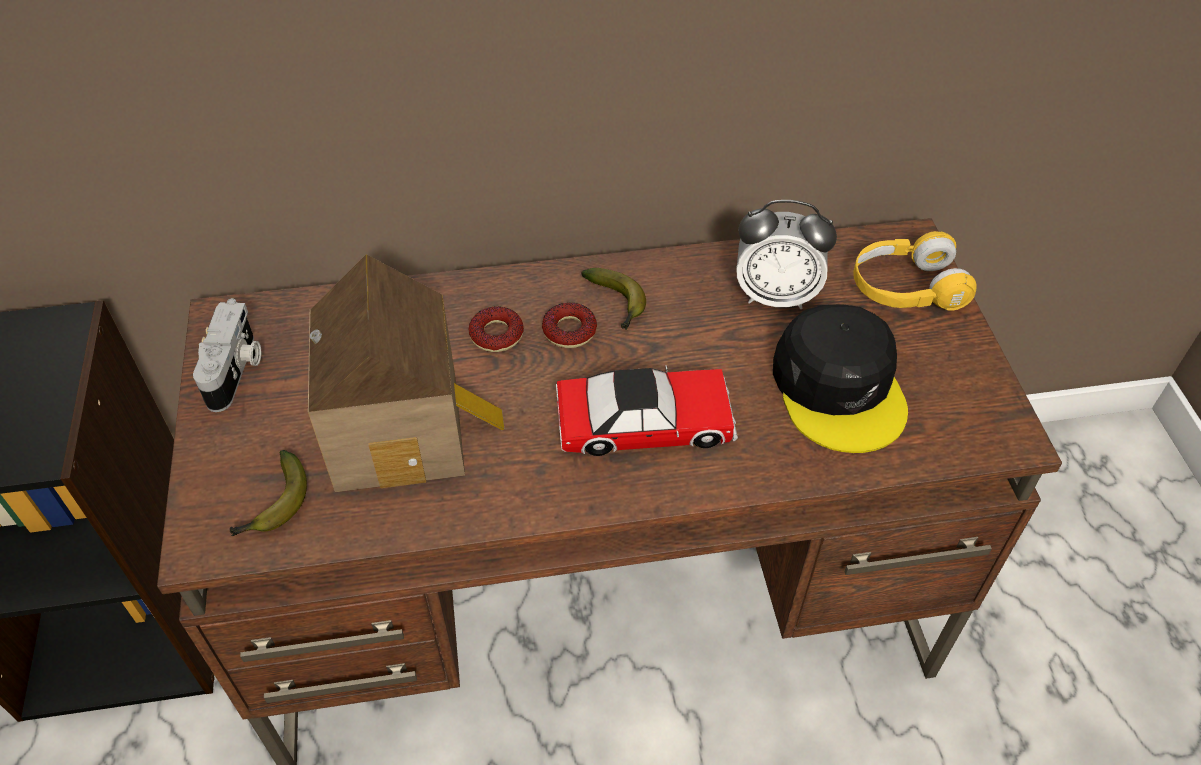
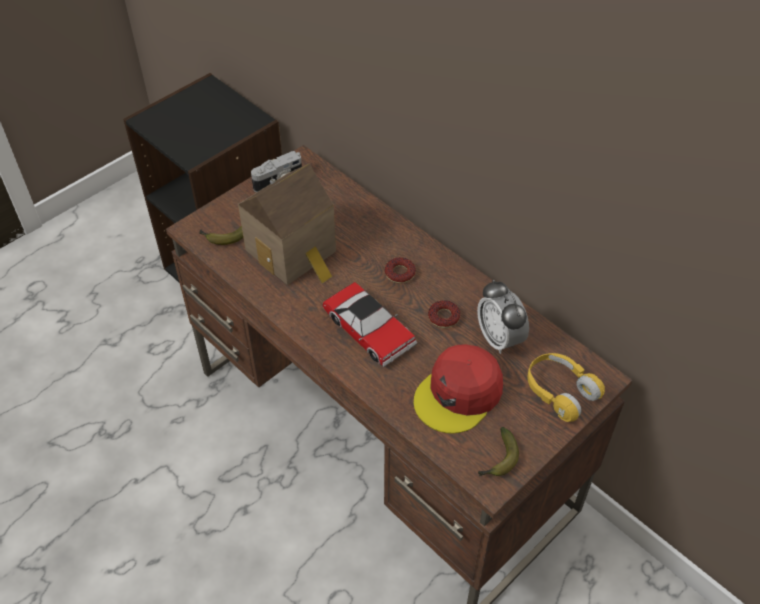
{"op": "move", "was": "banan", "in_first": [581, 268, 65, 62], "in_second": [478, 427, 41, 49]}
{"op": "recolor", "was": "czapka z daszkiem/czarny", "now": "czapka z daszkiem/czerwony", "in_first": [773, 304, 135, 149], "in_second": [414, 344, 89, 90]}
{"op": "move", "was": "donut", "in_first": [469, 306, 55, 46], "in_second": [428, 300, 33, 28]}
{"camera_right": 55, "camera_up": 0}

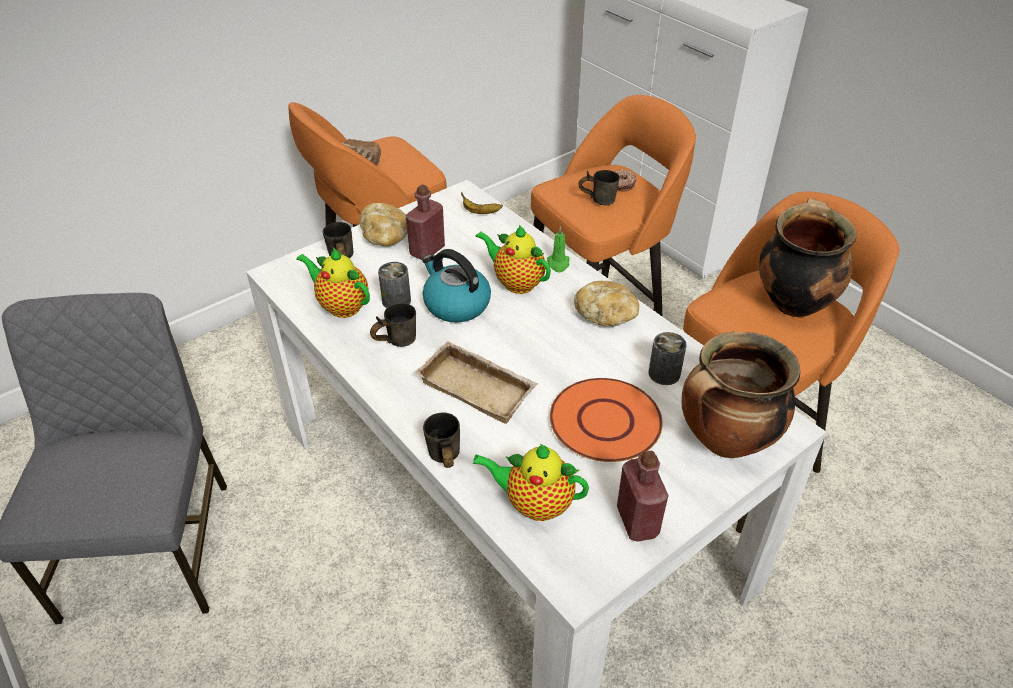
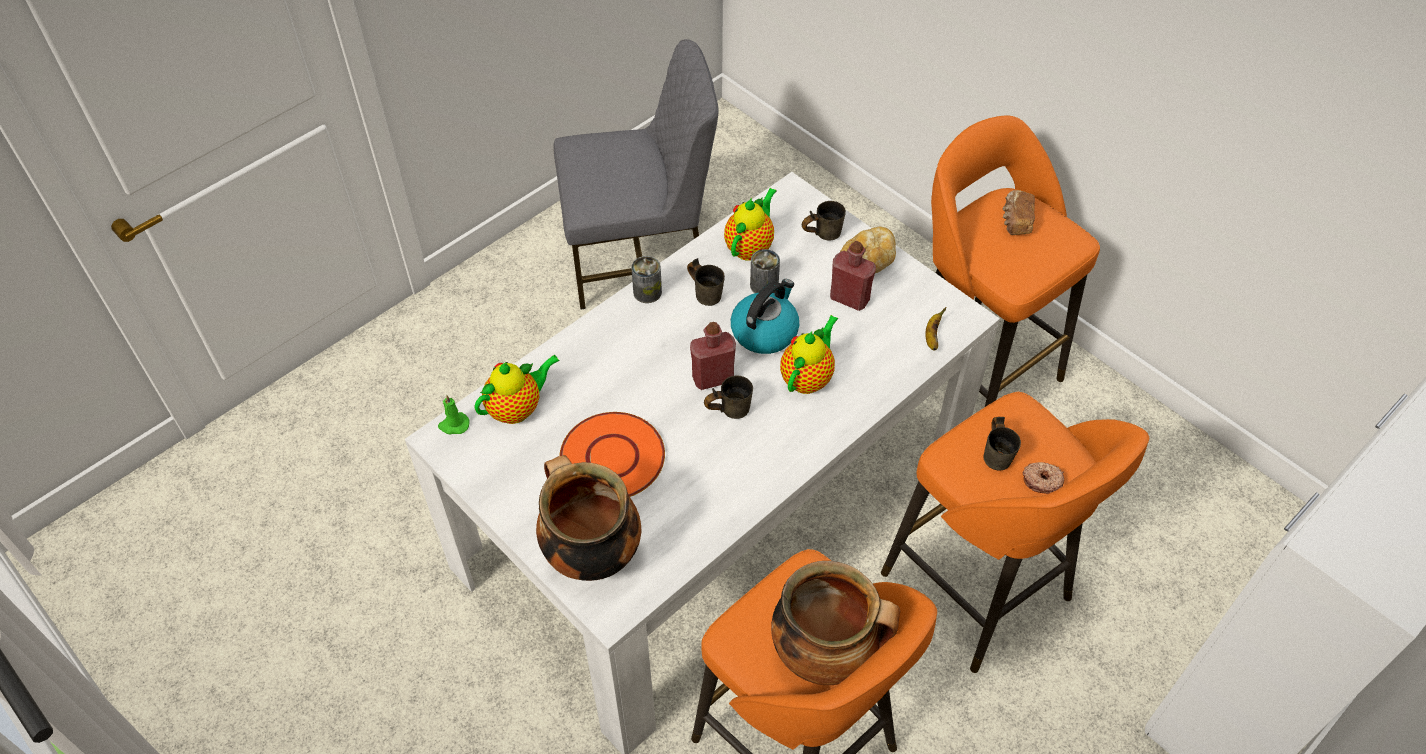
{"op": "move", "was": "świeca/zielony", "in_first": [547, 226, 23, 46], "in_second": [438, 395, 31, 40]}
{"op": "delete", "was": "chleb", "in_first": [574, 281, 65, 46]}
{"op": "move", "was": "puszka", "in_first": [648, 332, 38, 53], "in_second": [631, 256, 31, 47]}
{"op": "delete", "was": "taca/beżowy", "in_first": [415, 341, 123, 83]}
{"op": "move", "was": "kubek/szary", "in_first": [423, 412, 37, 56], "in_second": [704, 375, 49, 44]}
{"op": "rotate", "was": "imbryk", "in_first": [472, 444, 117, 77], "in_second": [474, 354, 86, 70], "clockwise": 45}
{"op": "move", "was": "butelka/czerwony", "in_first": [617, 451, 52, 91], "in_second": [690, 322, 46, 68]}
{"camera_right": 85, "camera_up": 10}

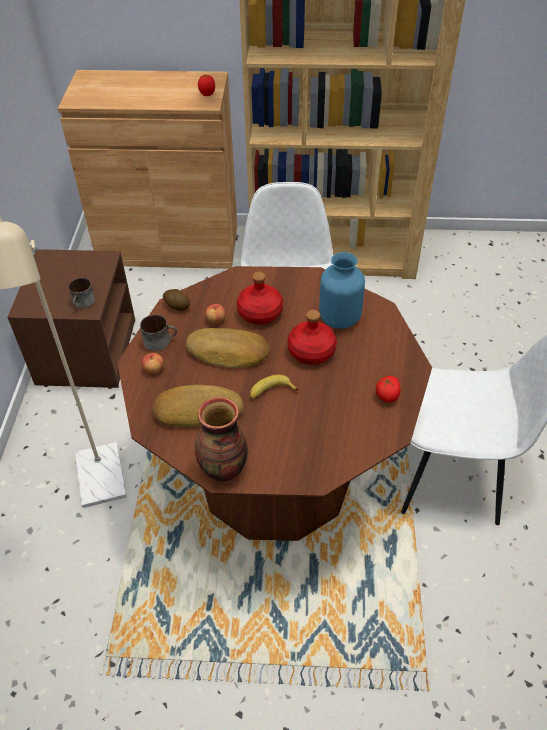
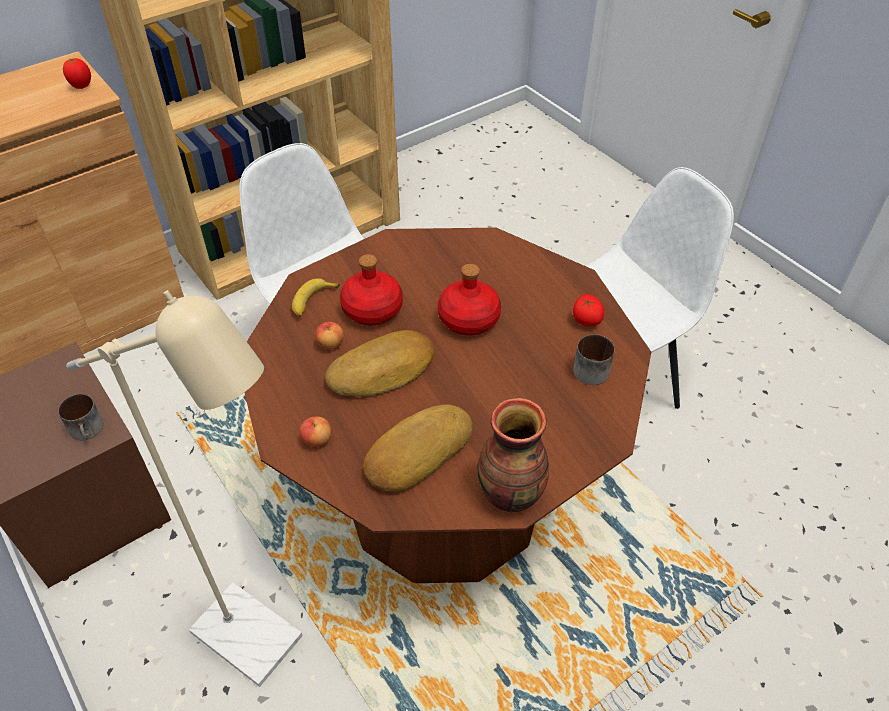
{"op": "delete", "was": "wazon/niebieski", "in_first": [319, 252, 46, 77]}
{"op": "delete", "was": "ziemniak", "in_first": [163, 289, 27, 22]}
{"op": "move", "was": "kubek", "in_first": [140, 315, 37, 36], "in_second": [573, 334, 42, 51]}
{"op": "move", "was": "banan", "in_first": [250, 375, 49, 24], "in_second": [292, 278, 48, 40]}
{"camera_right": -40, "camera_up": 0}

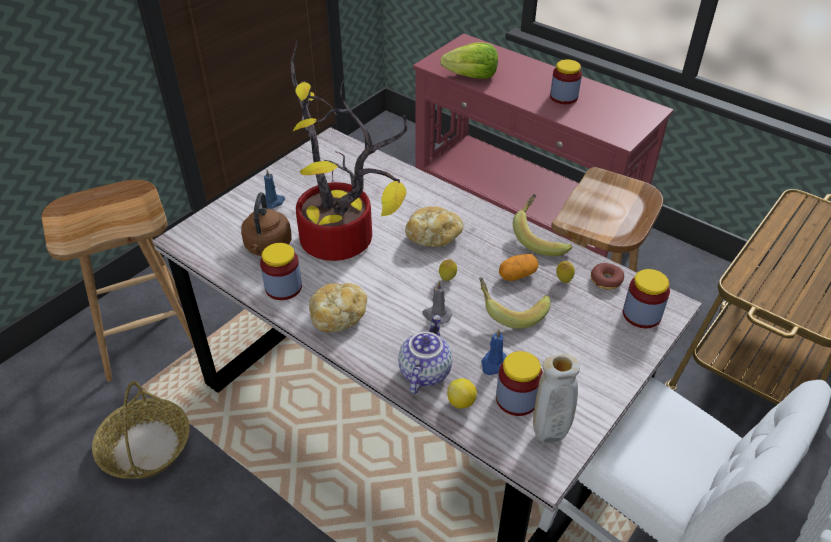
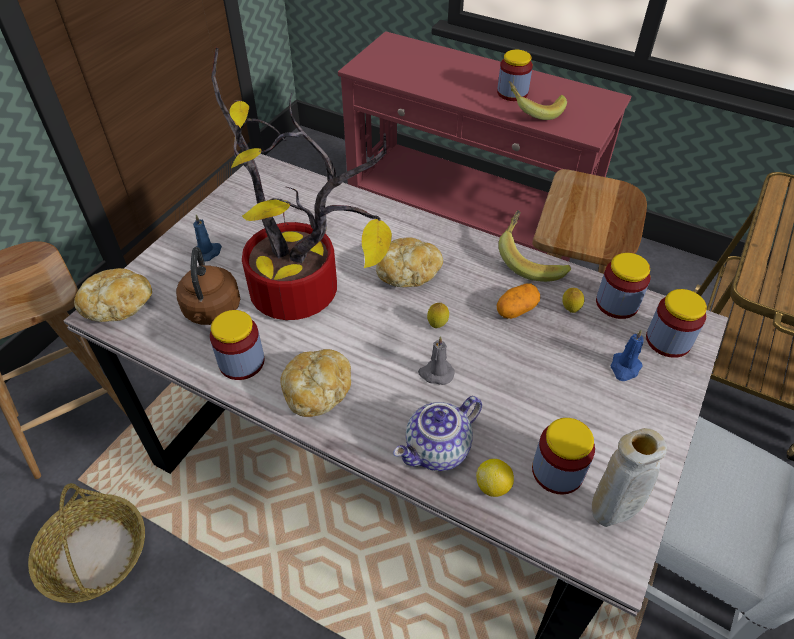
{"op": "delete", "was": "sałata", "in_first": [440, 42, 58, 37]}
{"op": "replace", "was": "donut", "now": "słoik", "in_first": [591, 263, 33, 26], "in_second": [596, 253, 55, 66]}
{"op": "move", "was": "banan", "in_first": [479, 277, 72, 52], "in_second": [508, 81, 59, 39]}
{"op": "rotate", "was": "imbryk", "in_first": [398, 315, 54, 79], "in_second": [393, 396, 89, 75], "clockwise": -135}
{"op": "move", "was": "świeca/niebieski", "in_first": [481, 329, 26, 46], "in_second": [611, 330, 33, 51]}
{"op": "insert", "now": "chleb", "in_second": [74, 268, 78, 54]}
{"camera_right": -10, "camera_up": 5}

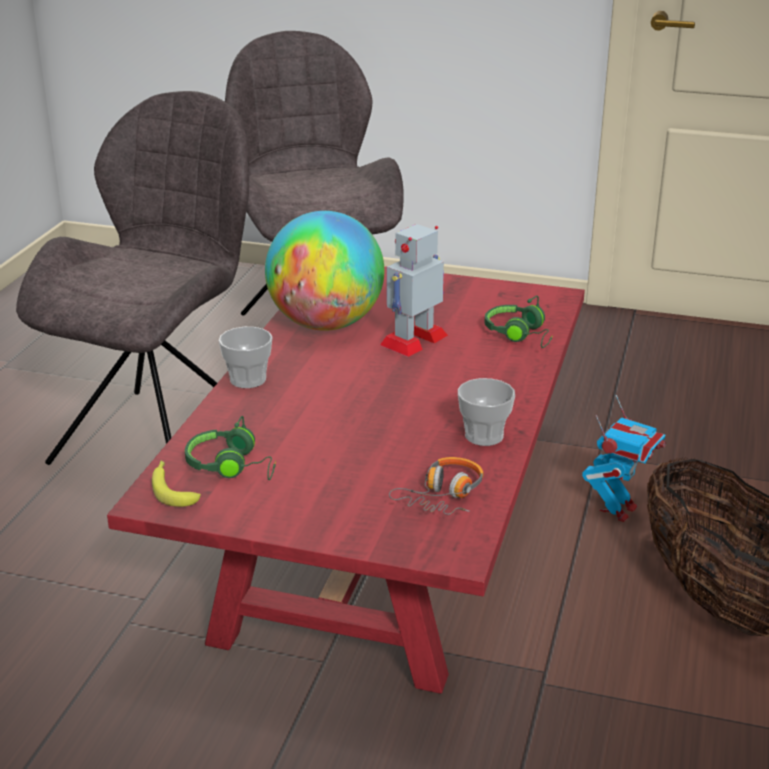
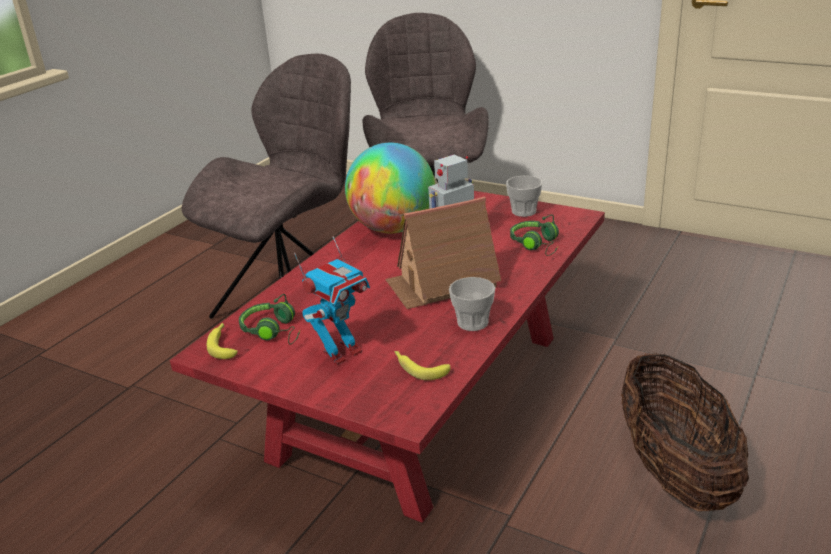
{"op": "move", "was": "filiżanka", "in_first": [219, 327, 53, 61], "in_second": [506, 176, 37, 41]}
{"op": "move", "was": "robot zabawkowy", "in_first": [582, 395, 84, 127], "in_second": [294, 236, 76, 129]}
{"op": "replace", "was": "słuchawki", "now": "banan", "in_first": [389, 457, 95, 58], "in_second": [394, 351, 57, 29]}
{"op": "insert", "now": "domek", "in_second": [385, 197, 116, 112]}
{"camera_right": 15, "camera_up": 0}

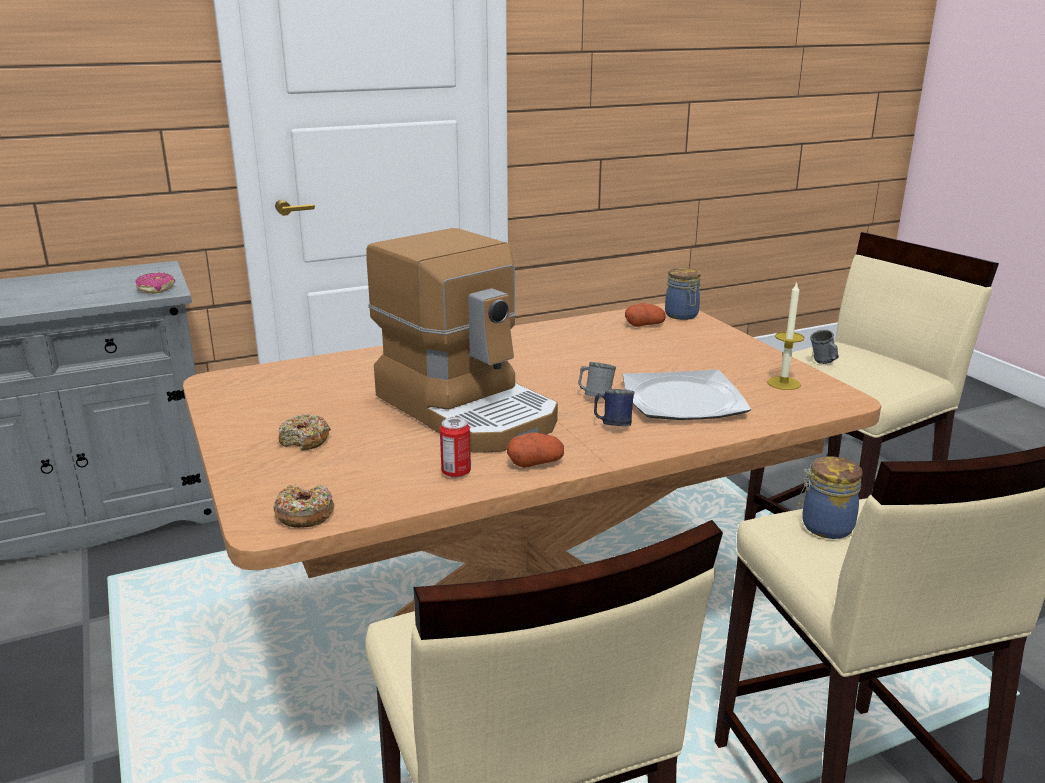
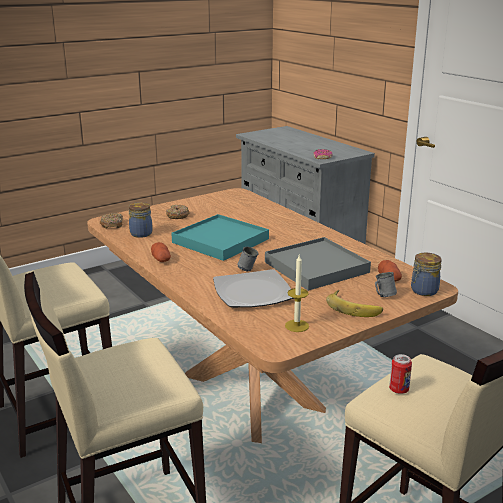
{"op": "replace", "was": "ekspres do kawy", "now": "taca/turkusowy", "in_first": [366, 228, 192, 225], "in_second": [171, 214, 98, 47]}
{"op": "move", "was": "kubek/szary", "in_first": [810, 330, 29, 34], "in_second": [375, 272, 22, 25]}
{"op": "delete", "was": "kubek/niebieski", "in_first": [594, 389, 40, 37]}
{"op": "move", "was": "puszka", "in_first": [440, 417, 31, 61], "in_second": [389, 354, 23, 40]}
{"op": "move", "was": "słoik", "in_first": [798, 456, 65, 83], "in_second": [129, 202, 24, 36]}
{"op": "insert", "now": "taca/szary", "in_second": [265, 237, 106, 54]}
{"op": "insert", "now": "banan", "in_second": [326, 290, 57, 27]}
{"camera_right": 80, "camera_up": 0}

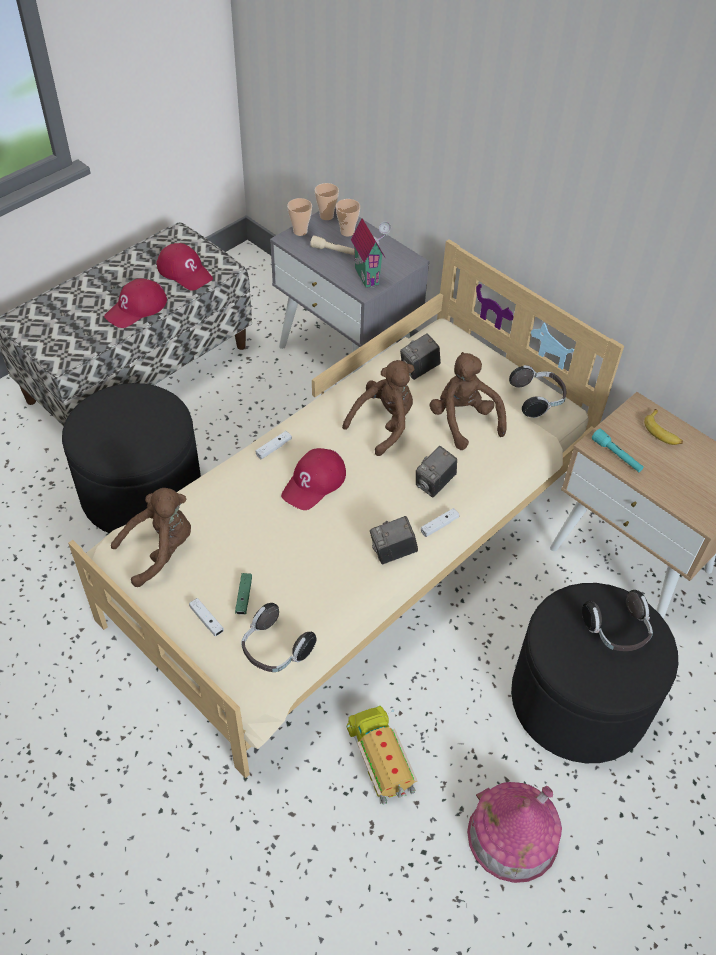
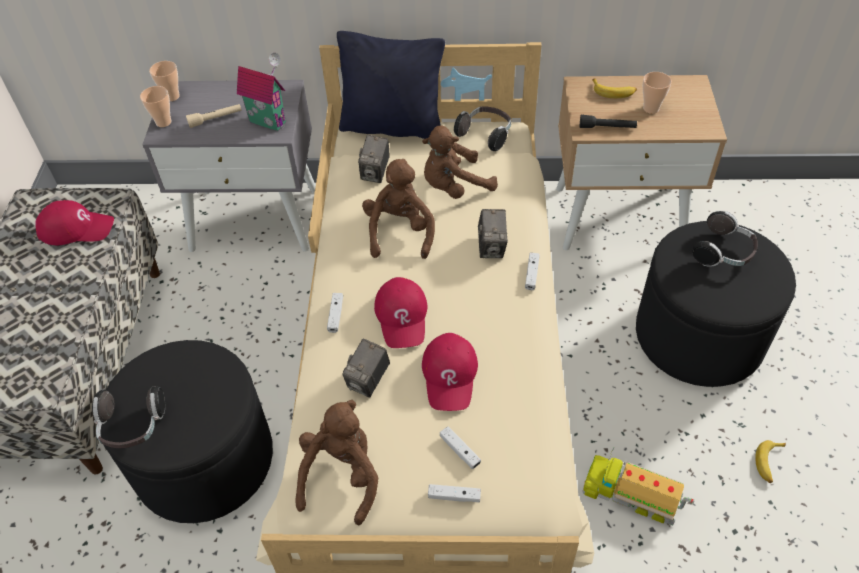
{"op": "move", "was": "filiżanka", "in_first": [336, 199, 24, 37], "in_second": [643, 72, 29, 42]}
{"op": "move", "was": "czapka z daszkiem/czerwony", "in_first": [104, 278, 63, 50], "in_second": [422, 333, 56, 78]}
{"op": "rotate", "was": "pluszak/brązowy", "in_first": [429, 352, 77, 98], "in_second": [422, 126, 76, 73], "clockwise": -45}
{"op": "recolor", "was": "latarka/turkusowy", "now": "latarka/czarny", "in_first": [592, 429, 52, 43], "in_second": [580, 115, 57, 13]}
{"op": "move", "was": "aparat fotograficzny", "in_first": [370, 516, 48, 48], "in_second": [342, 339, 48, 59]}
{"op": "recolor", "was": "pad do gier/zielony", "now": "pad do gier/biały", "in_first": [235, 573, 17, 42], "in_second": [440, 426, 41, 43]}
{"op": "move", "was": "słuchawki", "in_first": [241, 603, 76, 69], "in_second": [92, 386, 73, 62]}
{"op": "replace", "was": "domek", "now": "banan", "in_first": [467, 782, 95, 101], "in_second": [755, 440, 31, 43]}
{"op": "insert", "now": "poduszka/czarny", "in_second": [337, 31, 108, 108]}
{"camera_right": -40, "camera_up": 0}

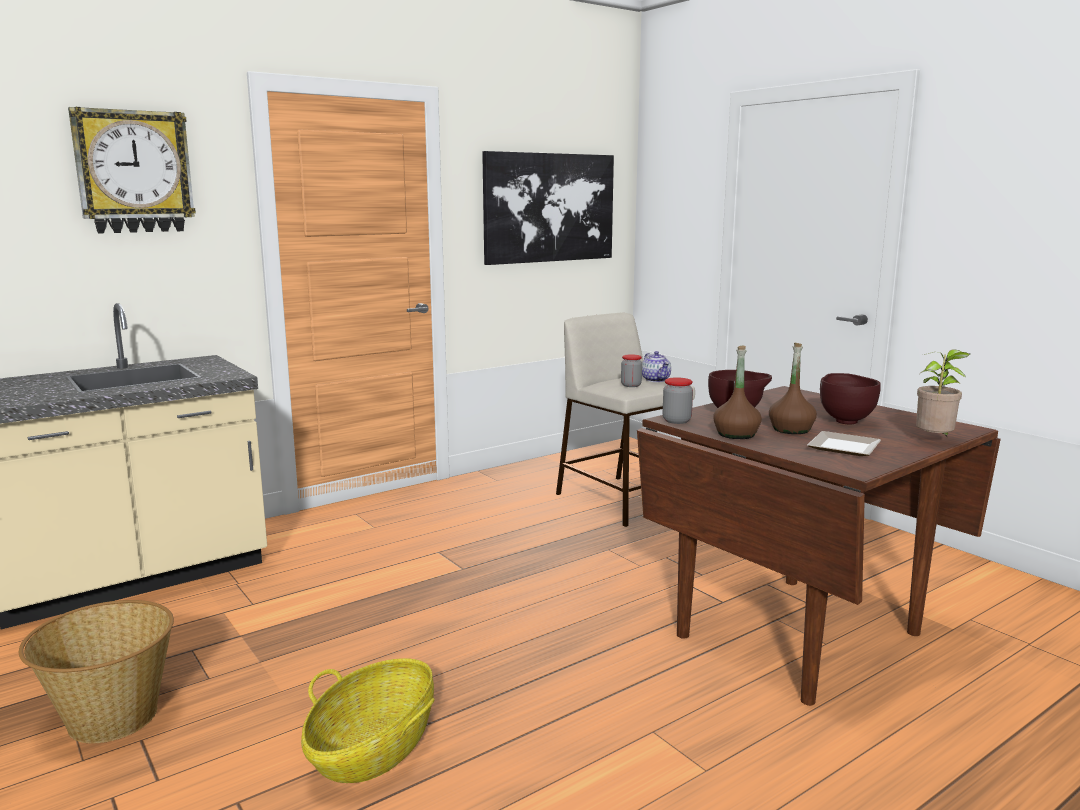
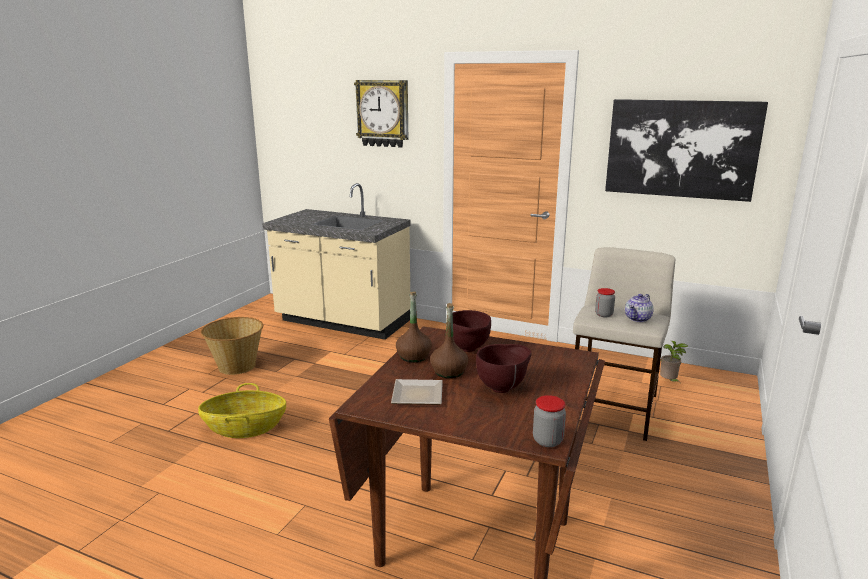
{"op": "move", "was": "roślina doniczkowa", "in_first": [916, 349, 54, 87], "in_second": [660, 341, 29, 43]}
{"op": "move", "was": "słoik", "in_first": [663, 378, 30, 46], "in_second": [533, 395, 33, 52]}
{"camera_right": 60, "camera_up": 5}

